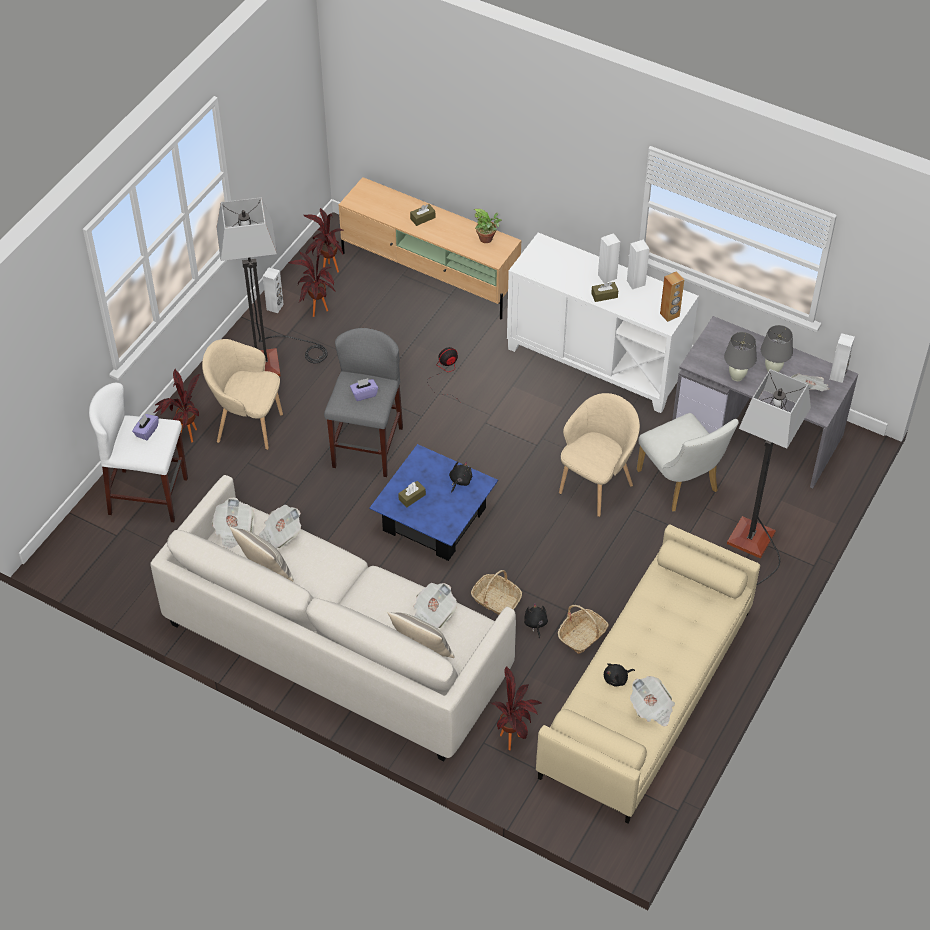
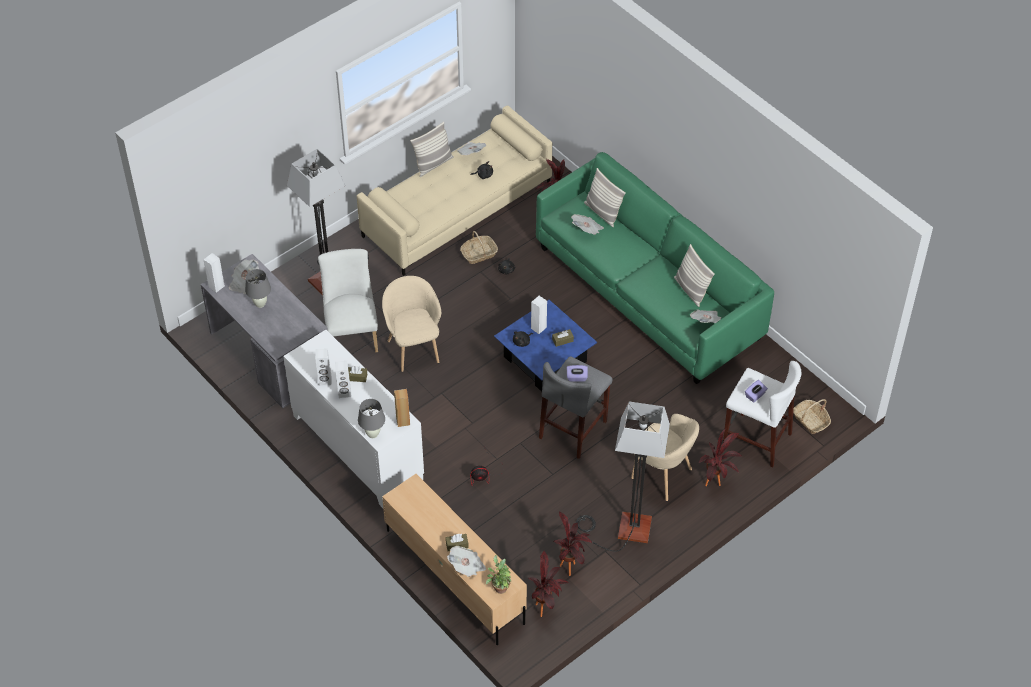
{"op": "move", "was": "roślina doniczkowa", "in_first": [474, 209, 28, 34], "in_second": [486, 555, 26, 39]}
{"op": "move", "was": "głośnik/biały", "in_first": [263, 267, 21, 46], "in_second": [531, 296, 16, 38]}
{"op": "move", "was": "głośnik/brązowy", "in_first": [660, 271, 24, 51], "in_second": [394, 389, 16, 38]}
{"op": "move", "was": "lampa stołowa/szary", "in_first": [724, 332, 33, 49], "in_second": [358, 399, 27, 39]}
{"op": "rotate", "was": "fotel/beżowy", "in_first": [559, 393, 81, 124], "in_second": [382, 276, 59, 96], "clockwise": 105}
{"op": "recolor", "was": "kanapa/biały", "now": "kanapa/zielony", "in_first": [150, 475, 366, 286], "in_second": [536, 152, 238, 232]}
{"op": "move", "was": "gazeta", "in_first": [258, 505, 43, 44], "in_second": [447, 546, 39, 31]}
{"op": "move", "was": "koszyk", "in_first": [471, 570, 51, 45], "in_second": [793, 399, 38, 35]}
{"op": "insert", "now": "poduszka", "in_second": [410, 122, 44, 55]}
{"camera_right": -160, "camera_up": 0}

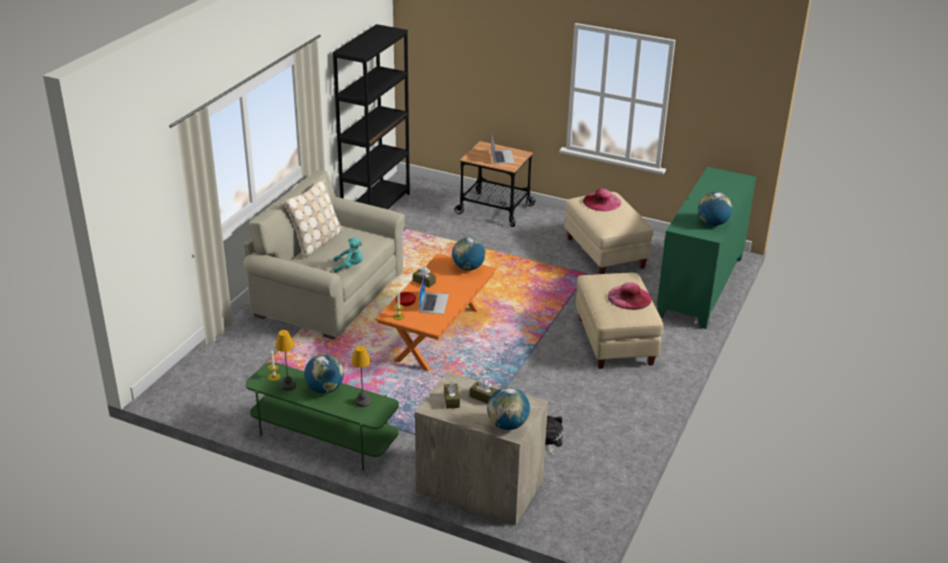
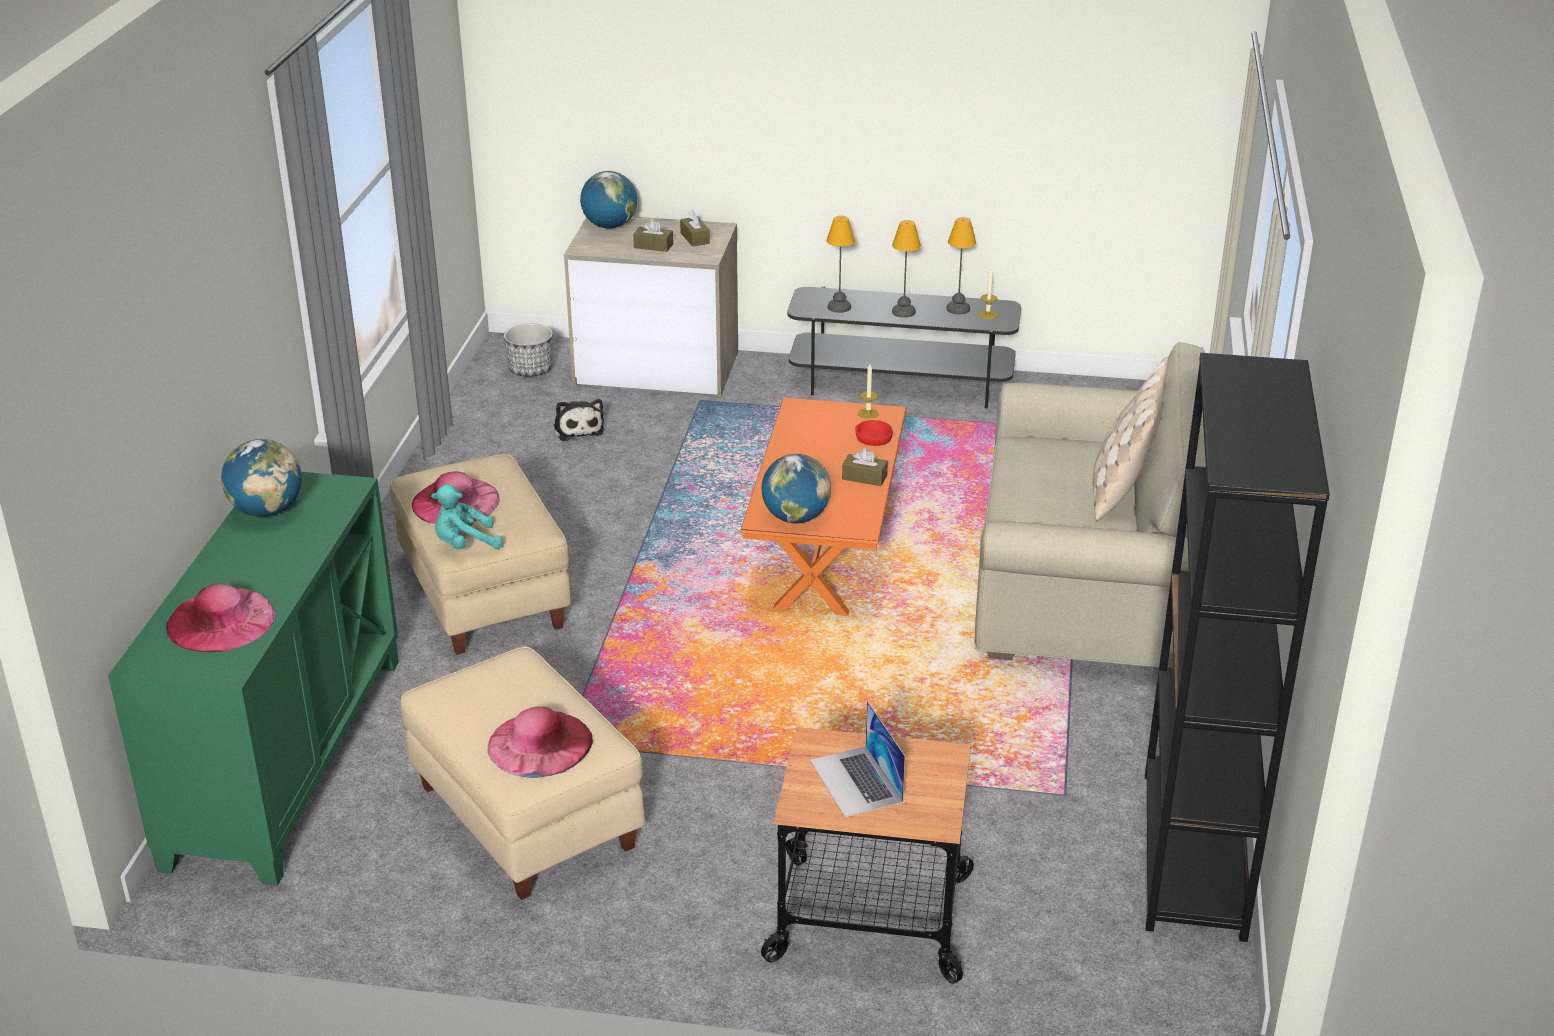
{"op": "move", "was": "pluszak/turkusowy", "in_first": [333, 237, 30, 36], "in_second": [431, 484, 72, 66]}
{"op": "delete", "was": "laptop", "in_first": [419, 274, 30, 40]}
{"op": "replace", "was": "globus", "now": "lampa stołowa", "in_first": [304, 354, 40, 40], "in_second": [892, 220, 29, 98]}
{"op": "recolor", "was": "szafka pod telewizor/zielony", "now": "szafka pod telewizor/szary", "in_first": [246, 362, 153, 109], "in_second": [787, 286, 234, 123]}
{"op": "insert", "now": "donica", "in_second": [504, 323, 49, 54]}
{"op": "insert", "now": "kapelusz/różowy", "in_second": [166, 584, 110, 68]}
{"camera_right": 165, "camera_up": 0}

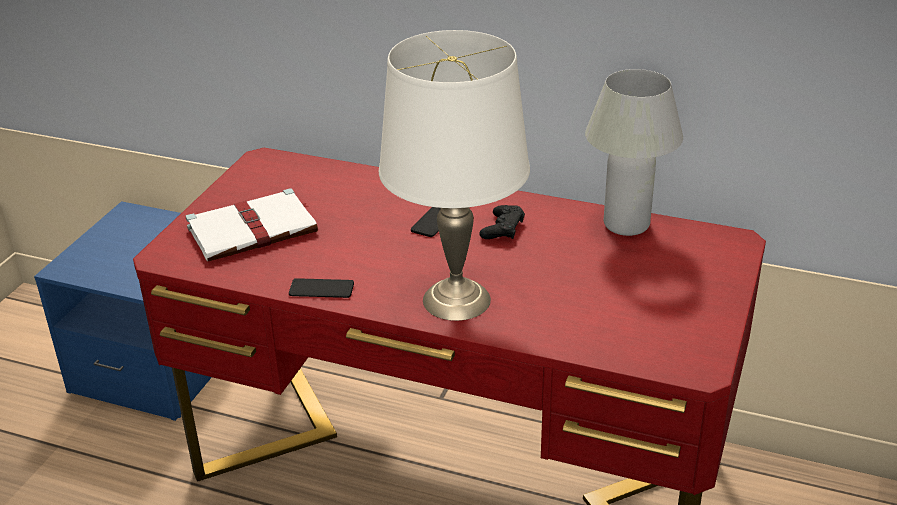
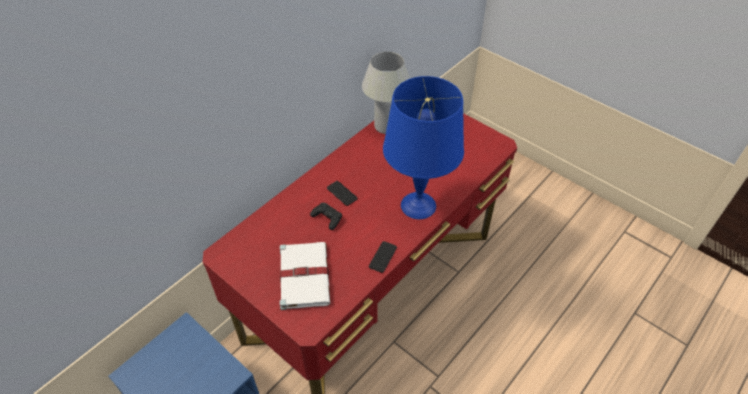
{"op": "recolor", "was": "lampa stołowa/biały", "now": "lampa stołowa/niebieski", "in_first": [379, 30, 151, 291], "in_second": [383, 76, 81, 143]}
{"op": "move", "was": "pad do gier/czarny", "in_first": [479, 205, 46, 34], "in_second": [310, 203, 32, 27]}
{"camera_right": -70, "camera_up": 15}

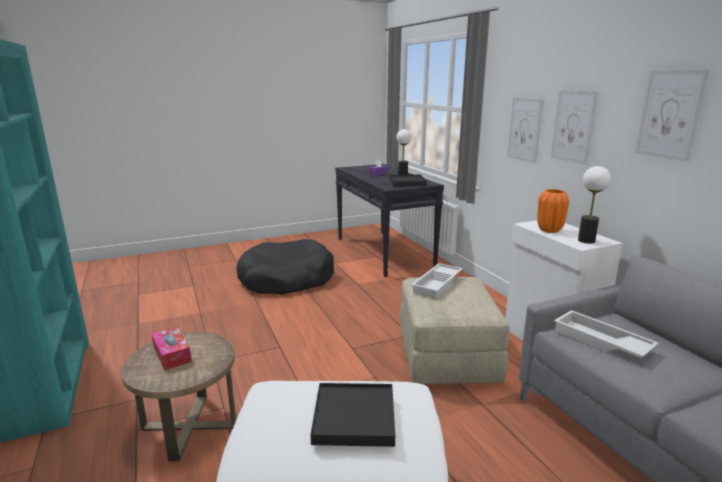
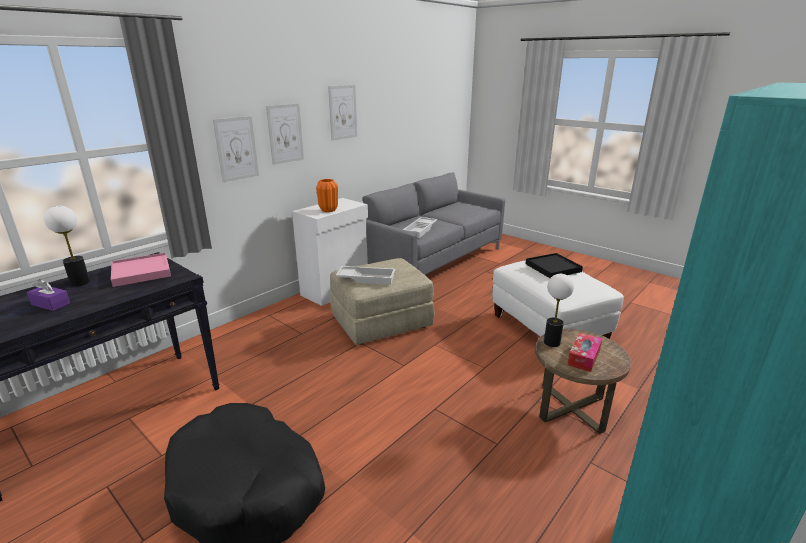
{"op": "move", "was": "lampa stołowa", "in_first": [578, 166, 33, 78], "in_second": [544, 274, 30, 73]}
{"op": "recolor", "was": "taca/czarny", "now": "taca/różowy", "in_first": [389, 175, 38, 12], "in_second": [111, 252, 60, 35]}
{"camera_right": -115, "camera_up": 5}

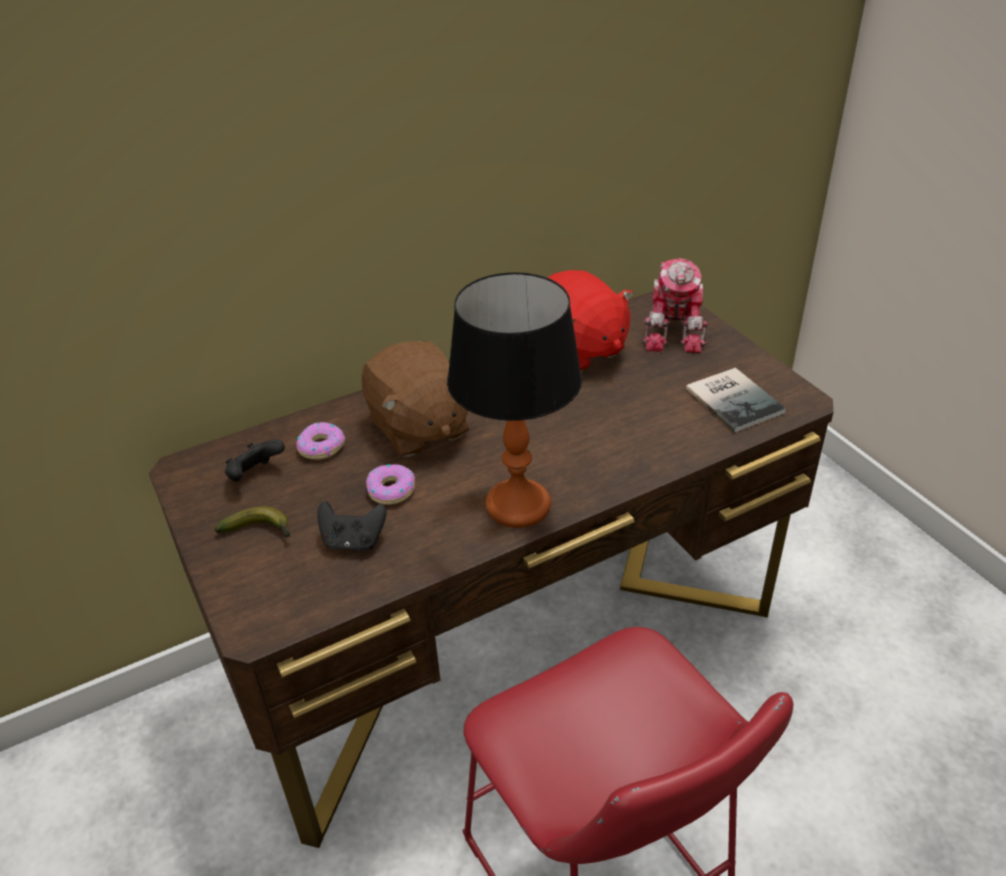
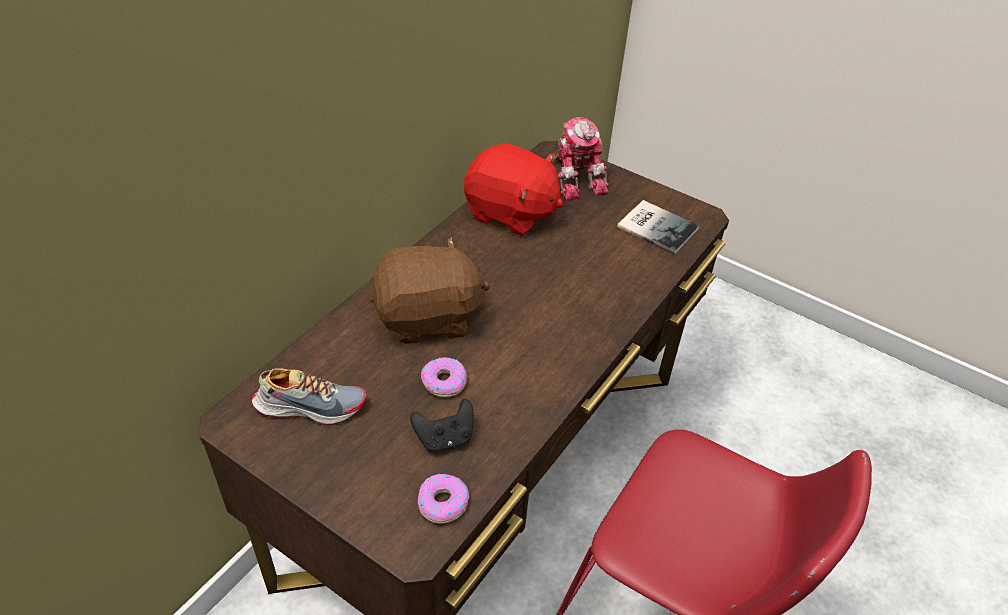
{"op": "delete", "was": "lampa stołowa", "in_first": [447, 272, 135, 256]}
{"op": "rotate", "was": "pluszak/brązowy", "in_first": [362, 341, 107, 116], "in_second": [370, 237, 120, 107], "clockwise": -45}
{"op": "move", "was": "donut", "in_first": [296, 422, 50, 38], "in_second": [417, 474, 52, 50]}
{"op": "replace", "was": "pad do gier/czarny", "now": "but", "in_first": [225, 439, 60, 42], "in_second": [252, 368, 114, 57]}
{"op": "delete", "was": "banan", "in_first": [215, 506, 76, 31]}
{"camera_right": -30, "camera_up": 5}

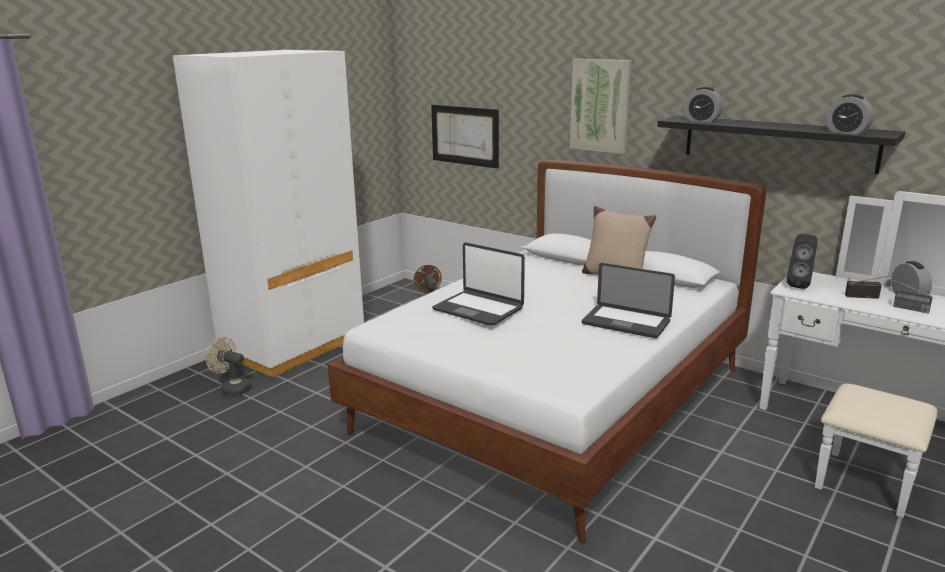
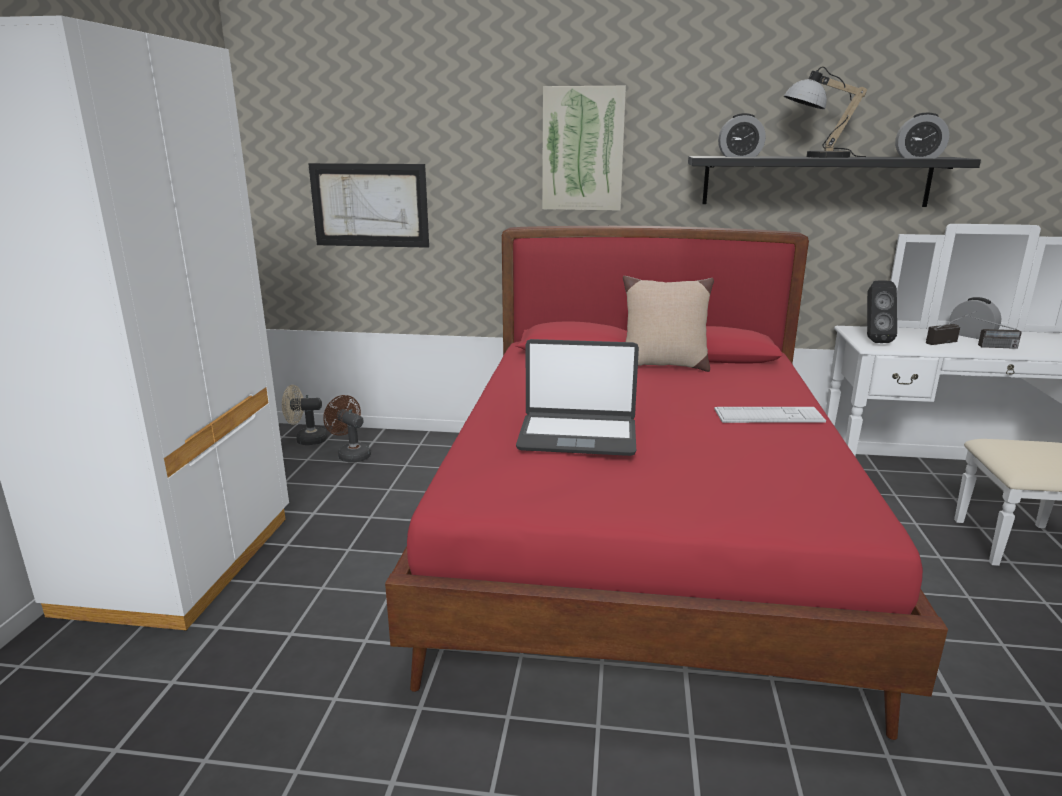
{"op": "recolor", "was": "łóżko/biały", "now": "łóżko/czerwony", "in_first": [328, 160, 438, 383], "in_second": [385, 226, 563, 514]}
{"op": "replace", "was": "laptop", "now": "klawiatura", "in_first": [582, 263, 93, 75], "in_second": [714, 407, 112, 16]}
{"op": "move", "was": "wentylator/beżowy", "in_first": [206, 337, 45, 59], "in_second": [282, 385, 46, 60]}
{"op": "insert", "now": "lampa stołowa", "in_second": [784, 67, 83, 91]}
{"camera_right": -30, "camera_up": 0}

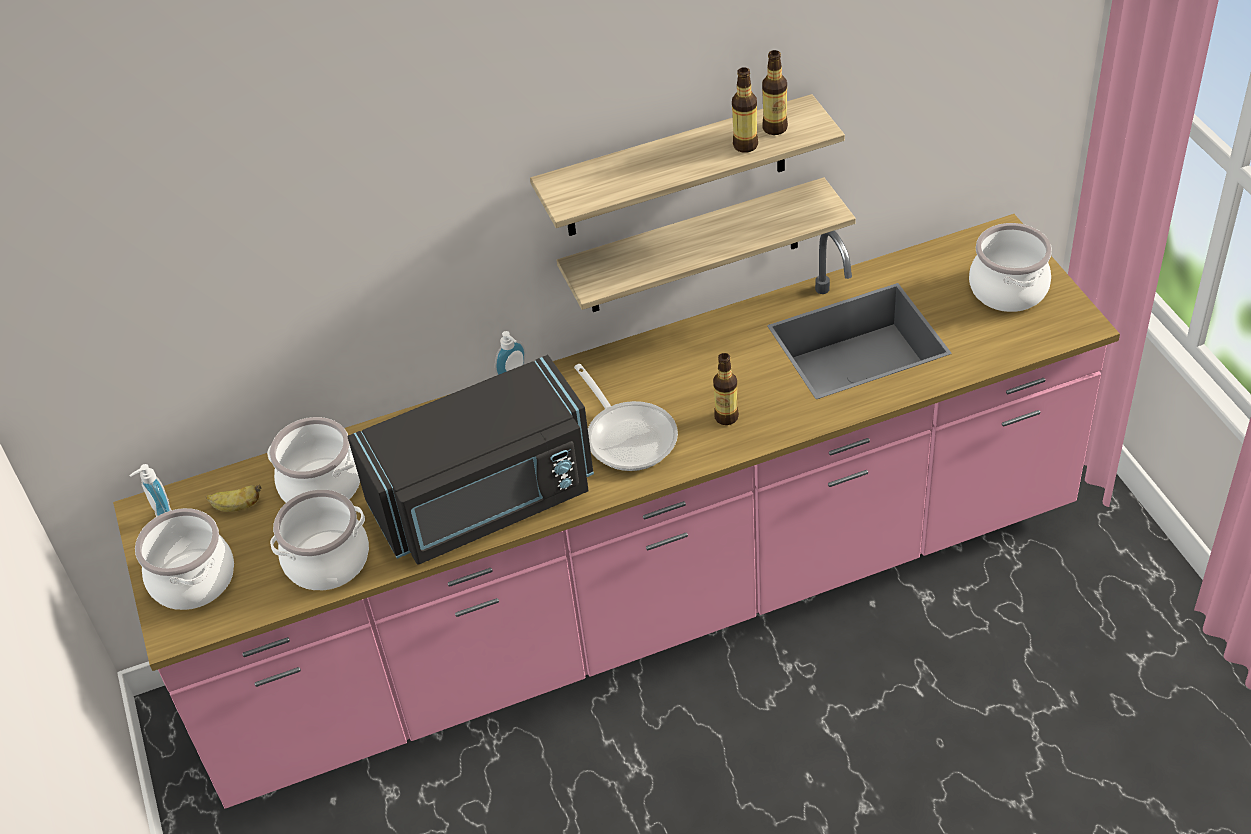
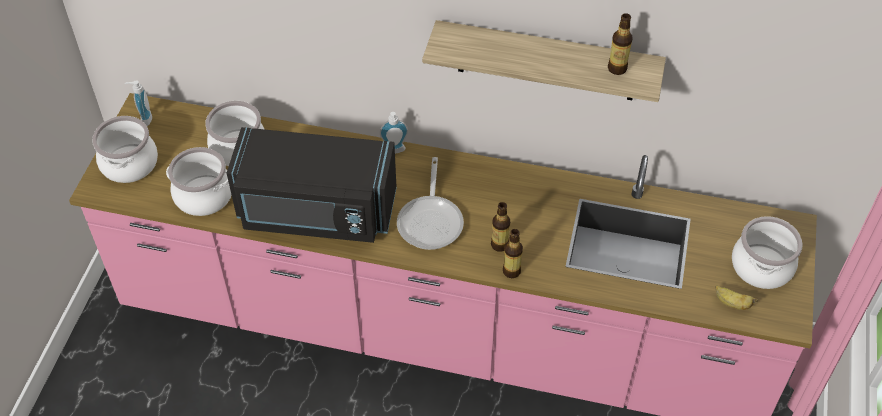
{"op": "move", "was": "butelka", "in_first": [732, 67, 26, 86], "in_second": [503, 229, 20, 49]}
{"op": "delete", "was": "półka", "in_first": [557, 177, 299, 135]}
{"op": "move", "was": "banan", "in_first": [205, 484, 56, 28], "in_second": [715, 285, 43, 25]}
{"camera_right": 30, "camera_up": 5}

